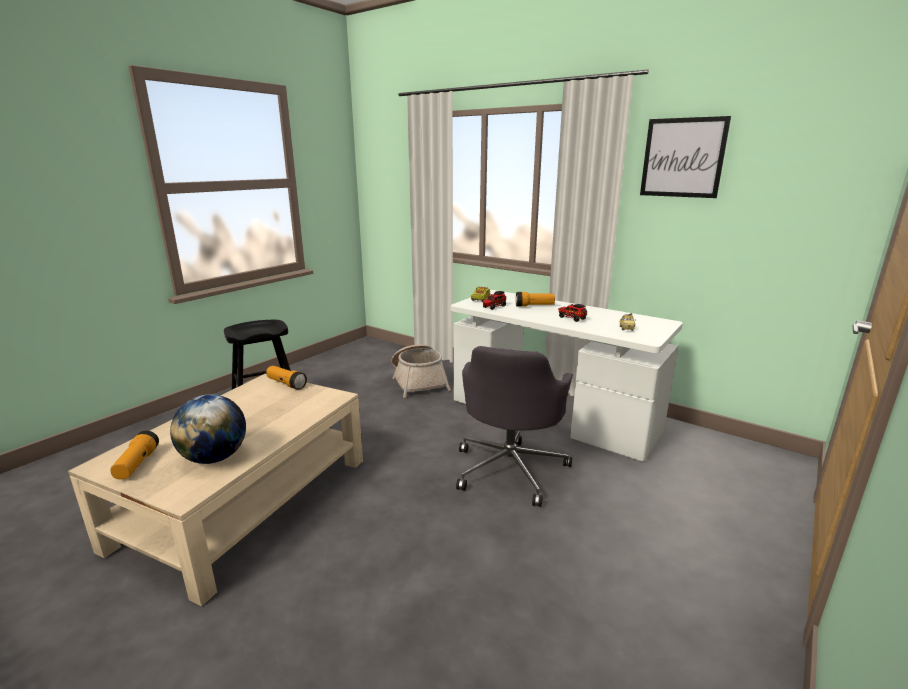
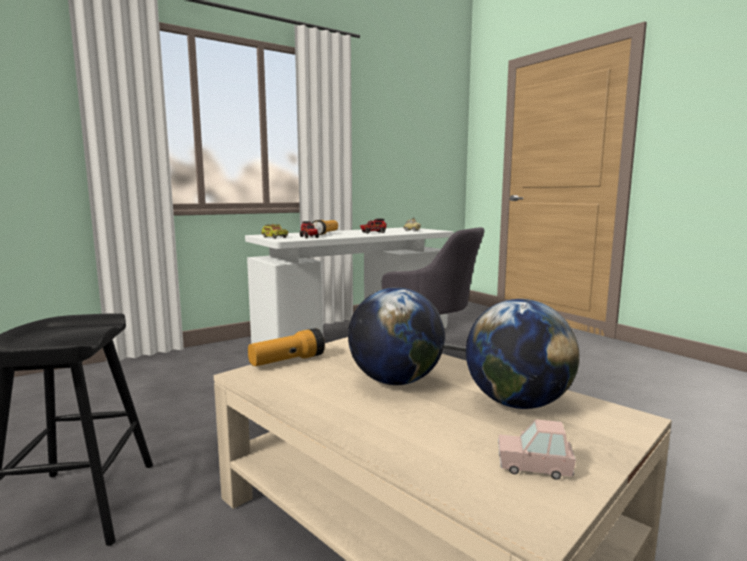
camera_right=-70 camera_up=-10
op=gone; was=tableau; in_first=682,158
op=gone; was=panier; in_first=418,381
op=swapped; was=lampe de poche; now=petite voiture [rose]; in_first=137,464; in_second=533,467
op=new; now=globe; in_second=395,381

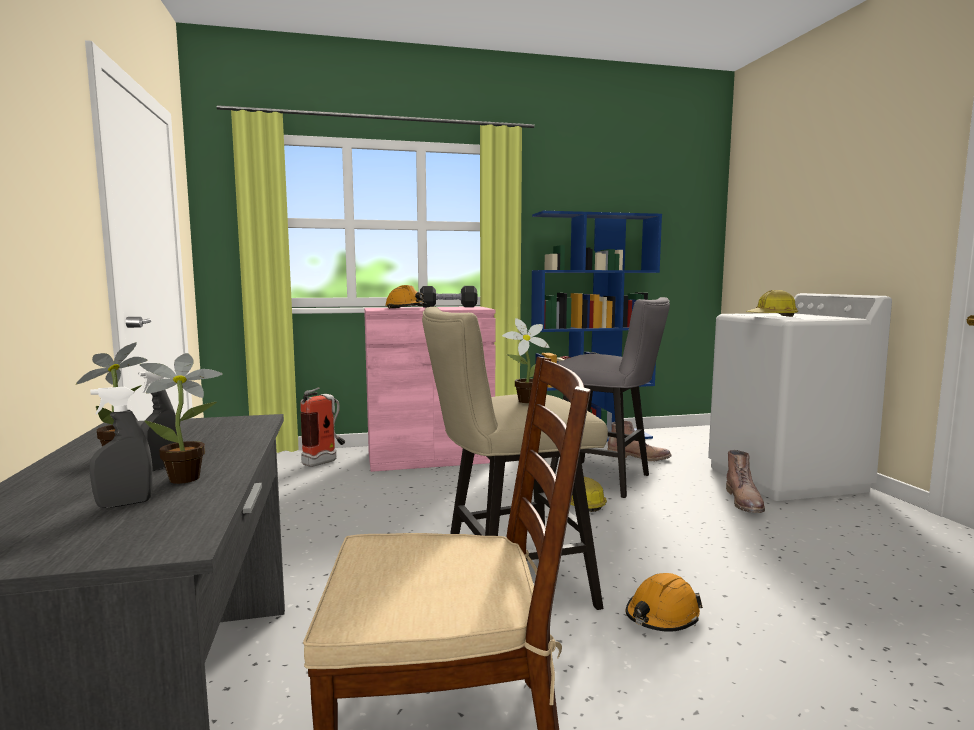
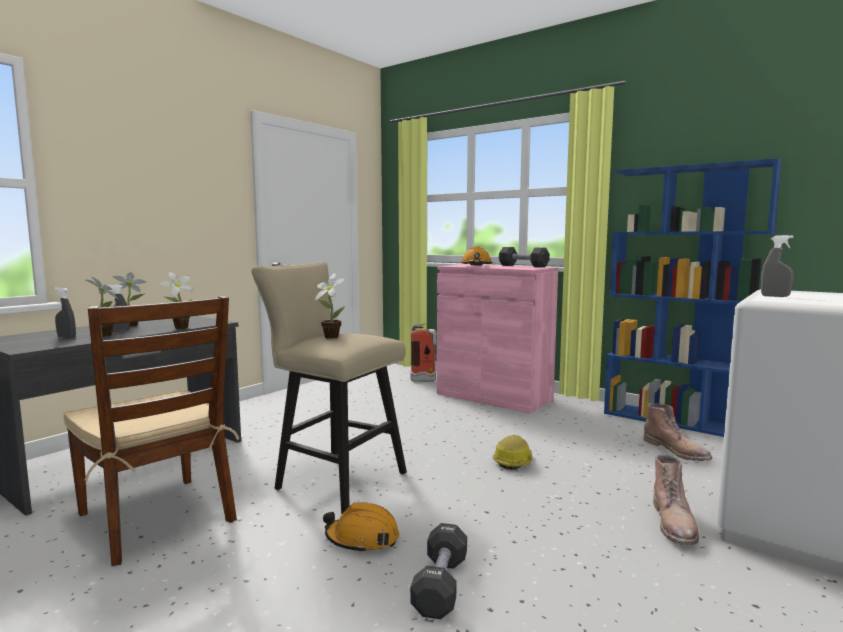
camera_right=50 camera_up=0
op=swapped; was=casque de chantier; now=vaporisateur [gris]; in_first=772,316; in_second=775,296
op=gone; was=tabouret [gris]; in_first=607,480
op=rotated; was=botte [marron]; in_first=745,502; in_second=675,524; clockwise=-45
op=new; now=plante en pot; in_second=179,328
op=new; now=haltère [noir]; in_second=440,585

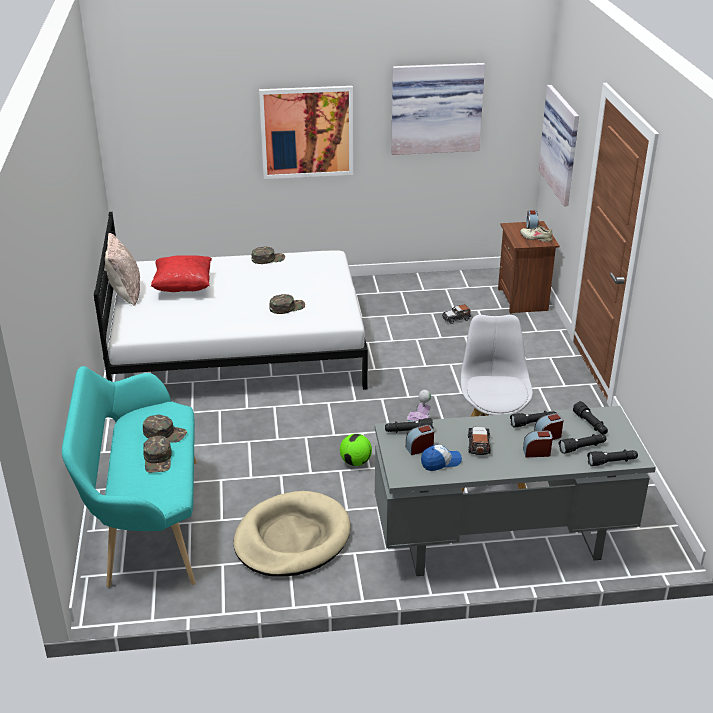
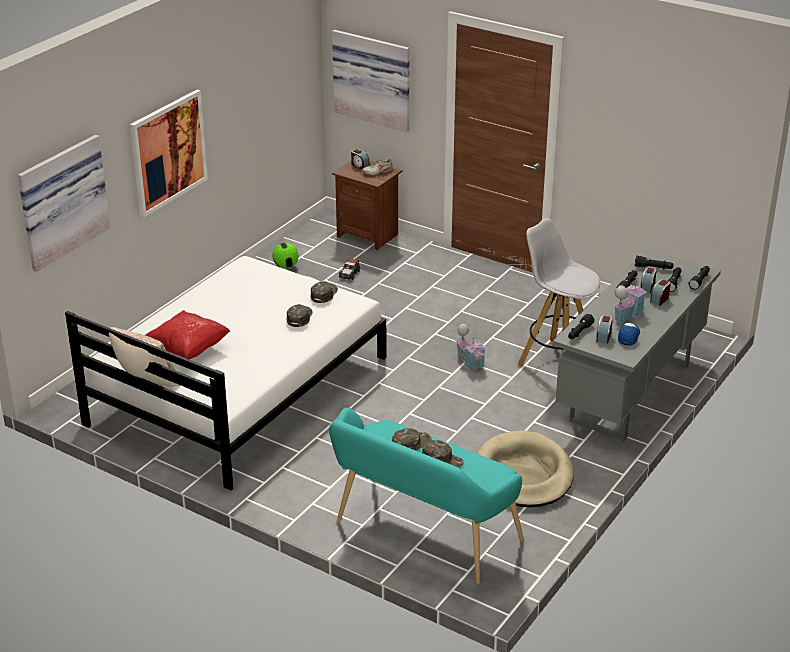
camera_right=-50 camera_up=0
op=shifted; was=tableau; in_first=436,107; in_second=61,201
op=shifted; was=casquette [vert]; in_first=268,259; in_second=323,294
op=swapped; was=petite voiture; now=maison miniature; in_first=478,445; in_second=627,315
op=shifted; was=ballon de foot; in_first=355,462; in_second=286,266

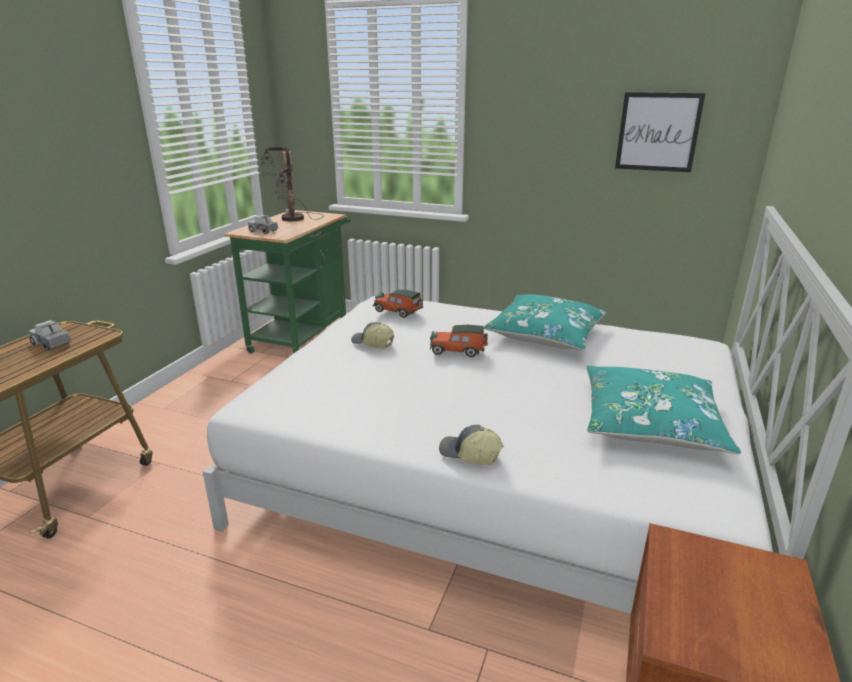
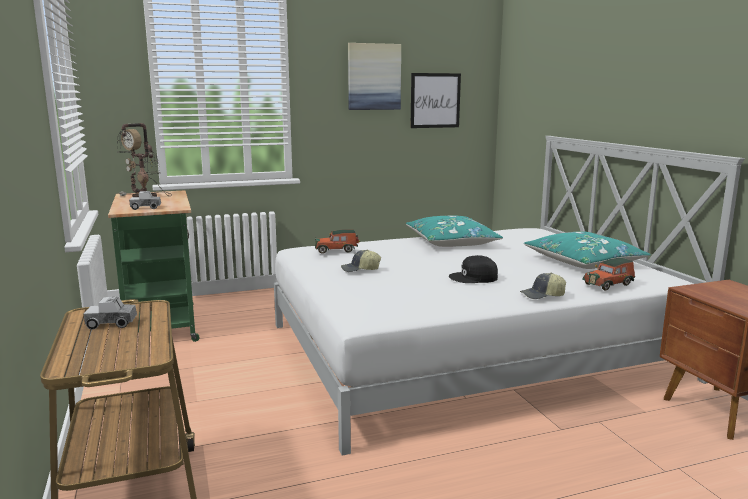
camera_right=-40 camera_up=-10
op=shifted; was=petite voiture; in_first=458,351; in_second=609,284
op=new; now=tableau; in_second=374,77
op=new; now=casquette [noir]; in_second=474,277

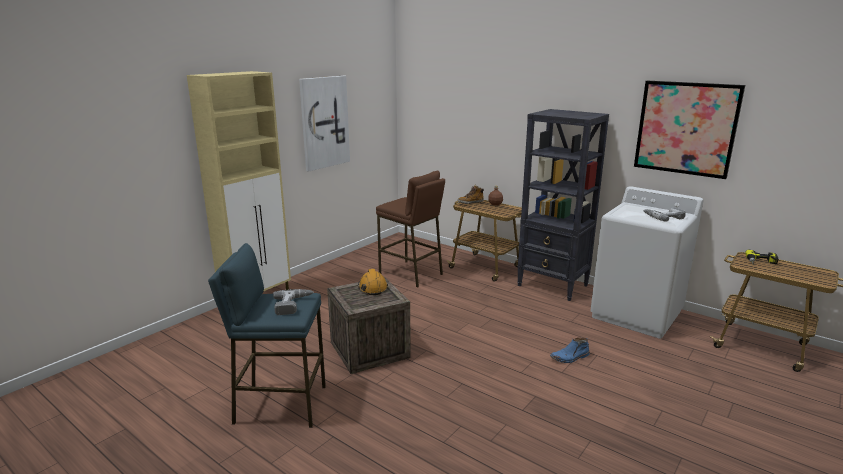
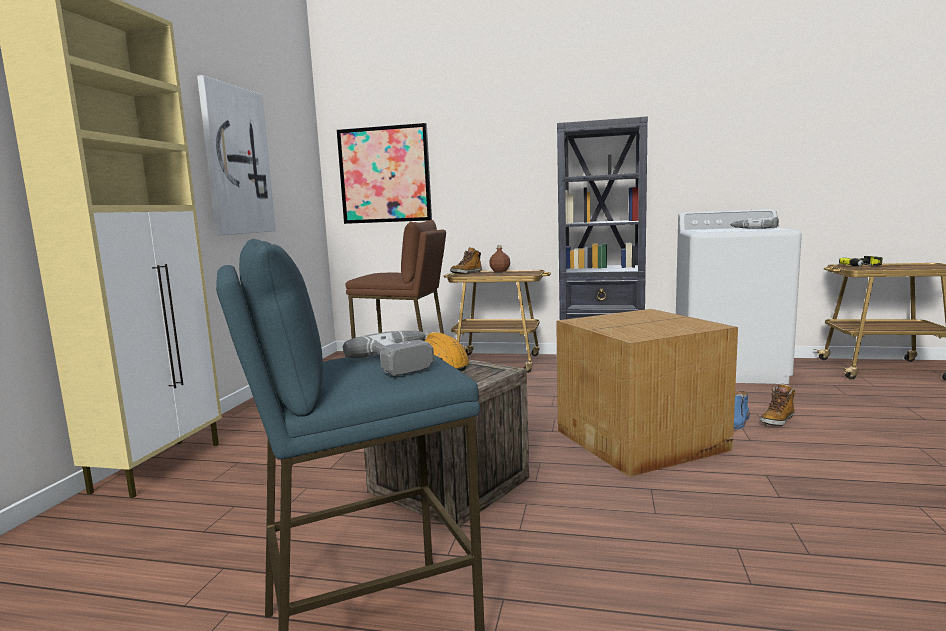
camera_right=-25 camera_up=-10
op=shifted; was=tableau; in_first=686,128; in_second=385,175
op=new; now=carton; in_second=643,440
op=new; now=botte; in_second=777,420

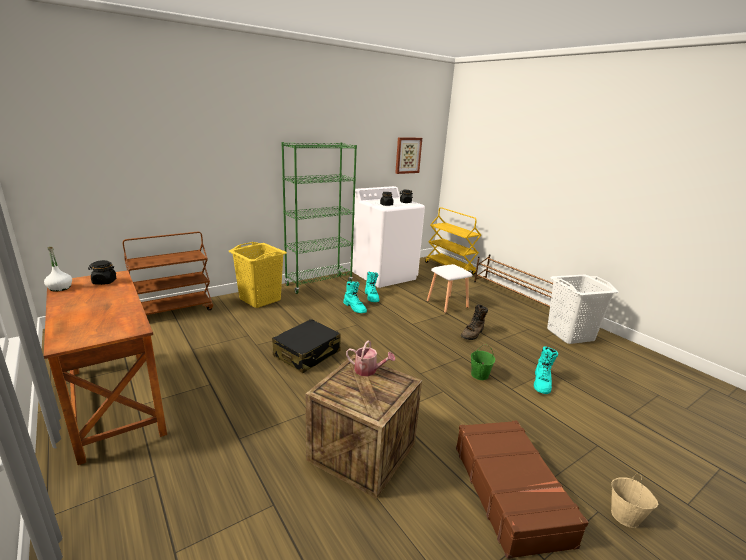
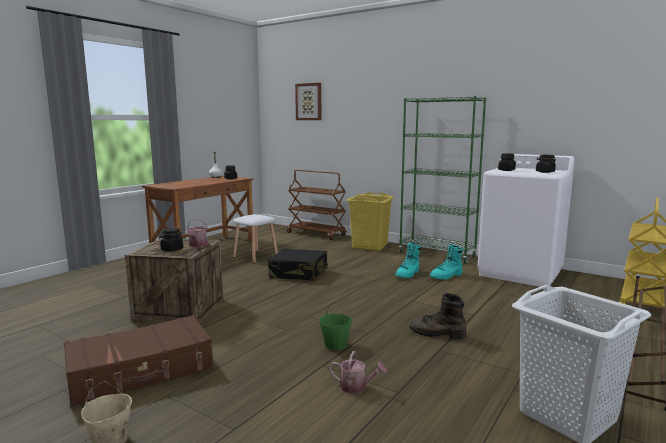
camera_right=70 camera_up=-10
op=shifted; was=tableau; in_first=408,155; in_second=309,102
op=shifted; was=tabouret [blanc]; in_first=448,304; in_second=255,257
op=swapped; was=botte [turquoise]; now=arrosoir; in_first=542,383; in_second=356,387
op=new; now=bocal [noir]; in_second=172,249

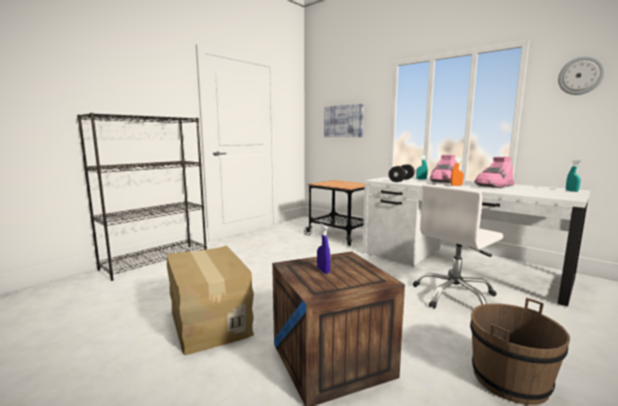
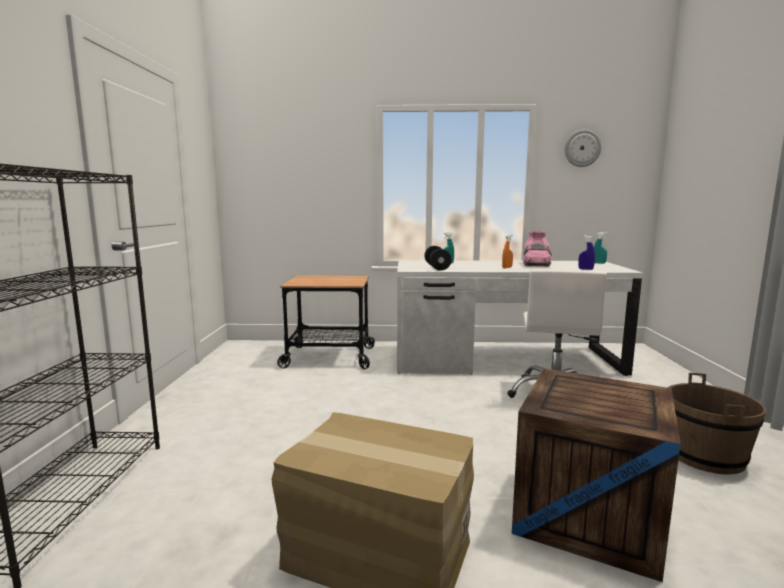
camera_right=-40 camera_up=0
op=gone; was=tableau; in_first=343,121
op=gone; was=botte [rose]; in_first=443,181
op=shifted; was=vaporisateur [bleu]; in_first=323,271; in_second=585,269

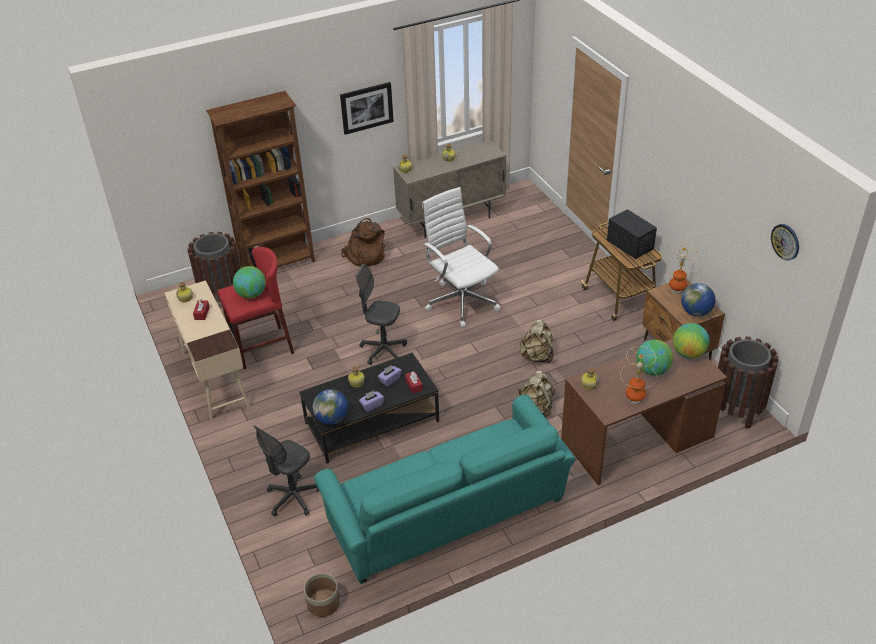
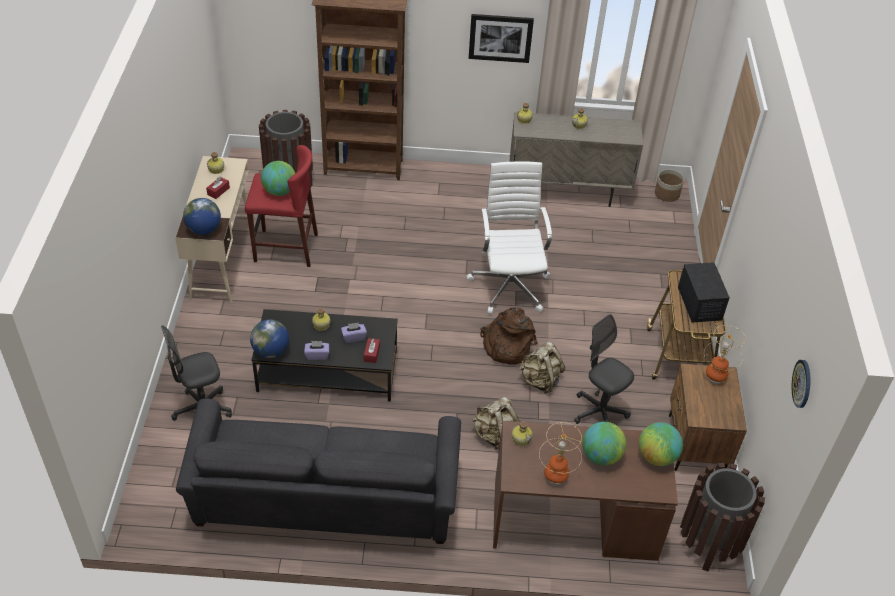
camera_right=25 camera_up=5
op=shifted; was=sac à dos [marron]; in_first=364,256; in_second=506,346
op=shifted; was=chaise de bureau [gris]; in_first=383,350; in_second=599,412
op=shifted; was=globe; in_first=695,312; in_second=204,229
op=repainted; was=canapé [turquoise]; now=canapé [gris]; in_first=448,517; in_second=324,503
op=shifted; was=cache-pot; in_first=323,603; in_second=666,194

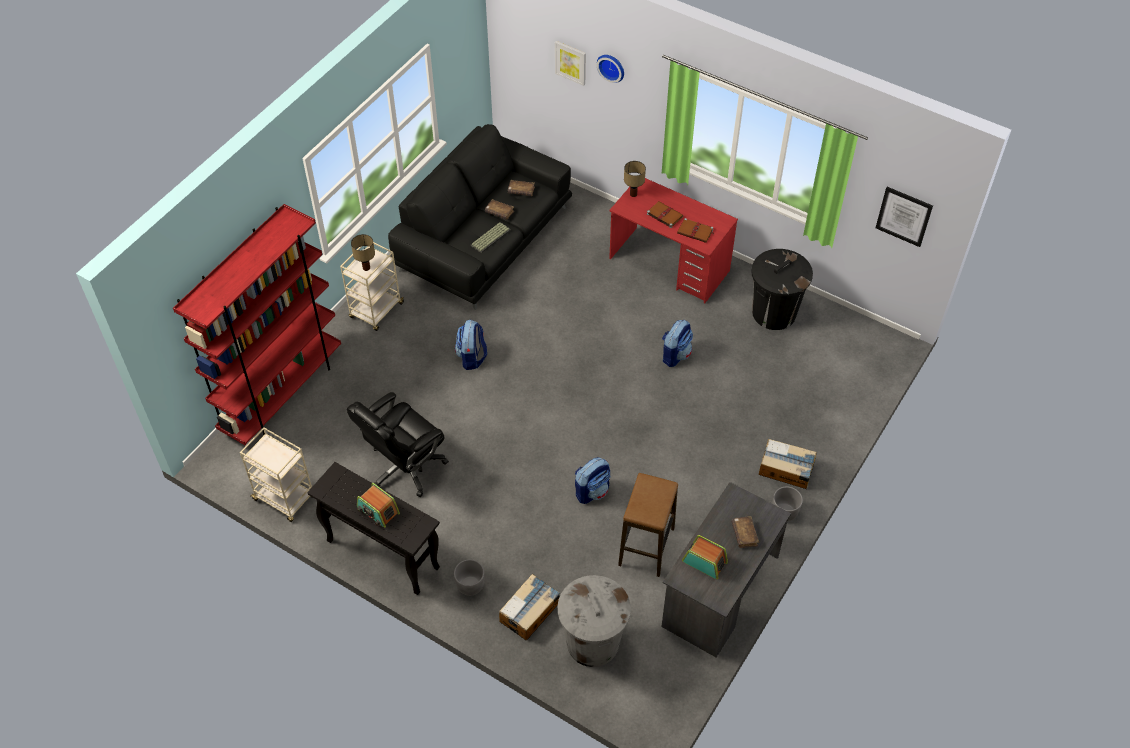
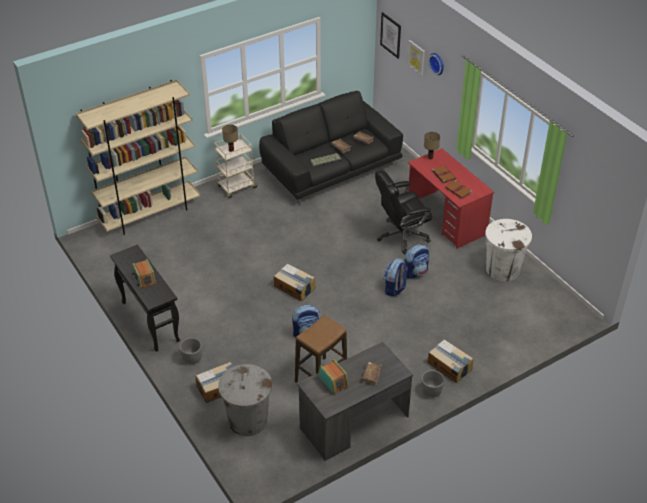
camera_right=25 camera_up=-10
op=shifted; was=tableau; in_first=904,216; in_second=391,35
op=repainted; was=bibliothèque [rouge]; now=bibliothèque [beige]; in_first=282,393; in_second=150,214
op=repainted; was=poubelle [noir]; now=poubelle [blanc]; in_first=773,313; in_second=502,269
op=shifted; was=sac à dos; in_first=472,357; in_second=395,288
op=shifted; was=chaise de bureau [noir]; in_first=405,467; in_second=401,236
op=gone; was=chariot [beige]; in_first=285,498
op=new; now=carton; in_second=294,287

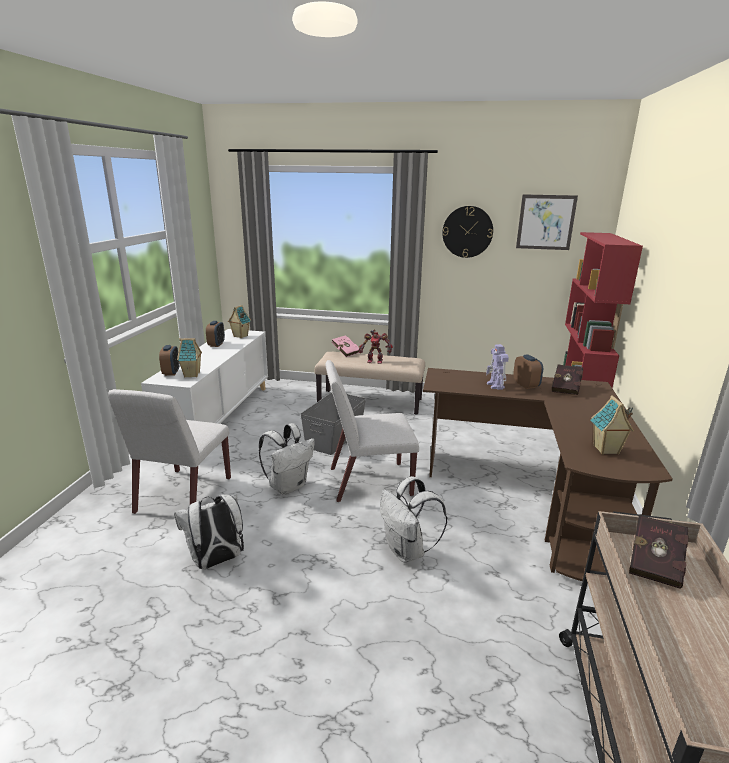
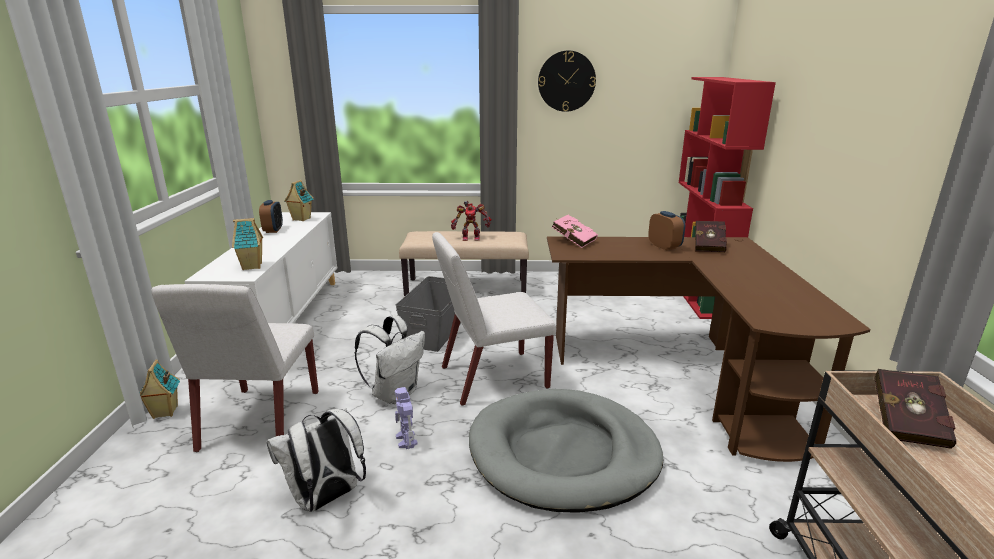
camera_right=-10 camera_up=0
op=gone; was=tableau; in_first=545,222
op=shifted; was=livre [rose]; in_first=345,352; in_second=572,241
op=shifted; was=robot jouet; in_first=495,386; in_second=406,440
op=gone; was=réveil; in_first=171,372
op=shifted; was=maison miniature; in_first=606,450; in_second=164,412
op=swapped; was=sac à dos [blanc]; now=panier pour chien [gris]; in_first=407,551; in_second=563,453

